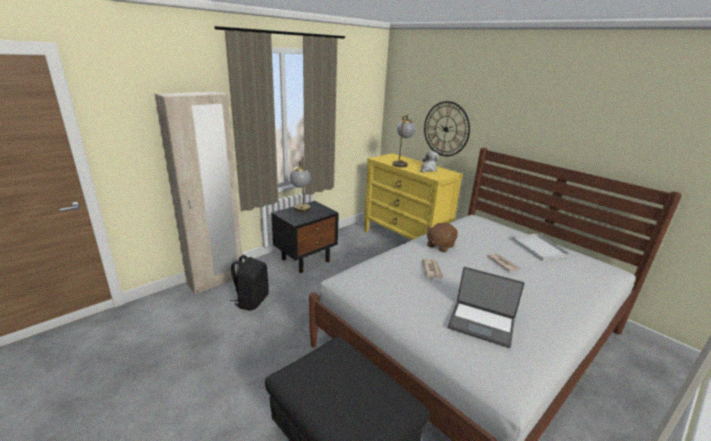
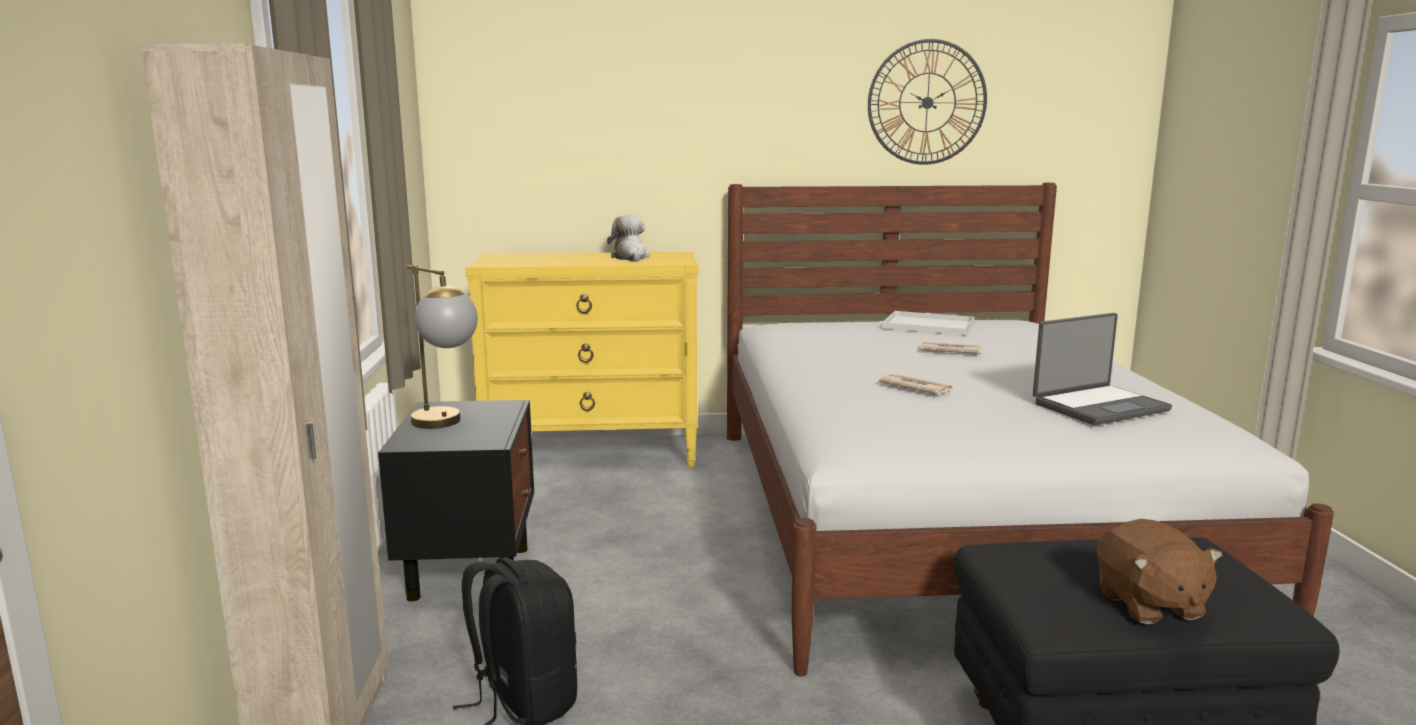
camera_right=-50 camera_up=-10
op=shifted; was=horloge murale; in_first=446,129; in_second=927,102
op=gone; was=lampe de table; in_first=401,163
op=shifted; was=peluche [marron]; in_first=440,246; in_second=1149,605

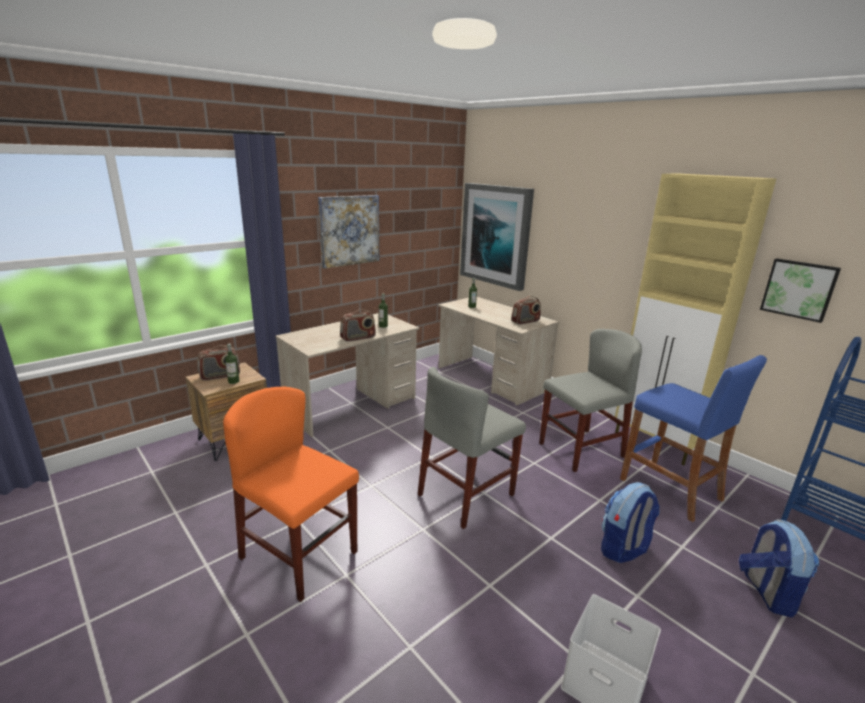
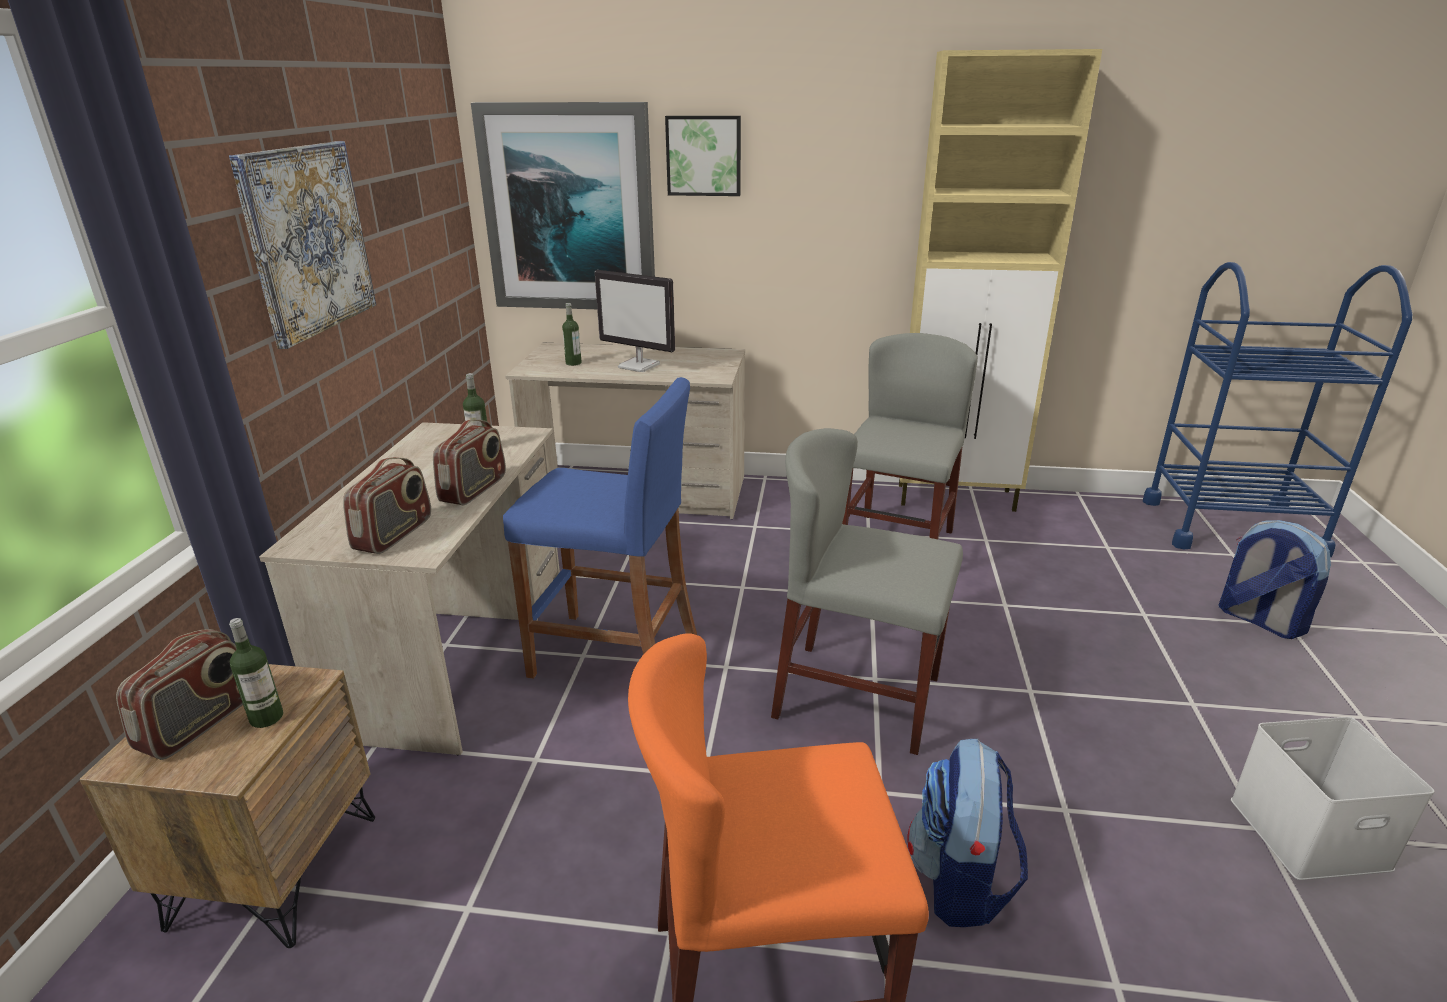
camera_right=-40 camera_up=5
op=shifted; was=tableau; in_first=799,289; in_second=704,155
op=shifted; was=radio; in_first=525,321; in_second=394,534
op=shifted; was=tabouret [bleu]; in_first=671,489; in_second=615,655
op=rotated; was=chaise [gris]; in_first=466,494; in_second=857,696; clockwise=105
op=shifted; was=sac à dos; in_first=623,548; in_second=960,881
op=new; now=écran d'ordinateur; in_second=639,366

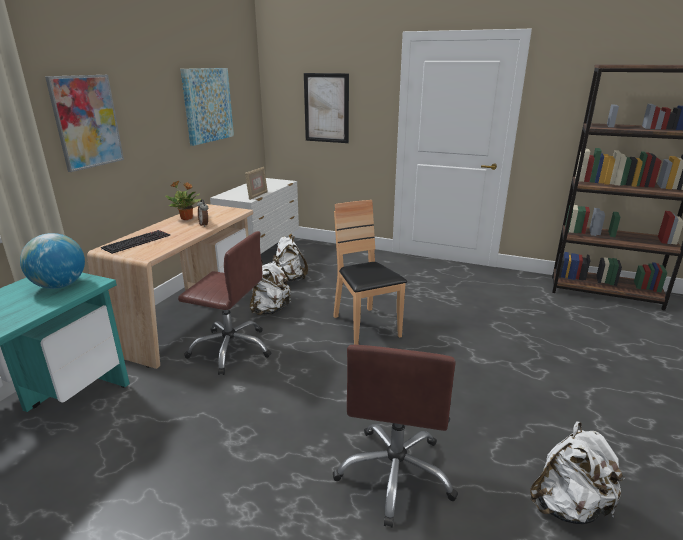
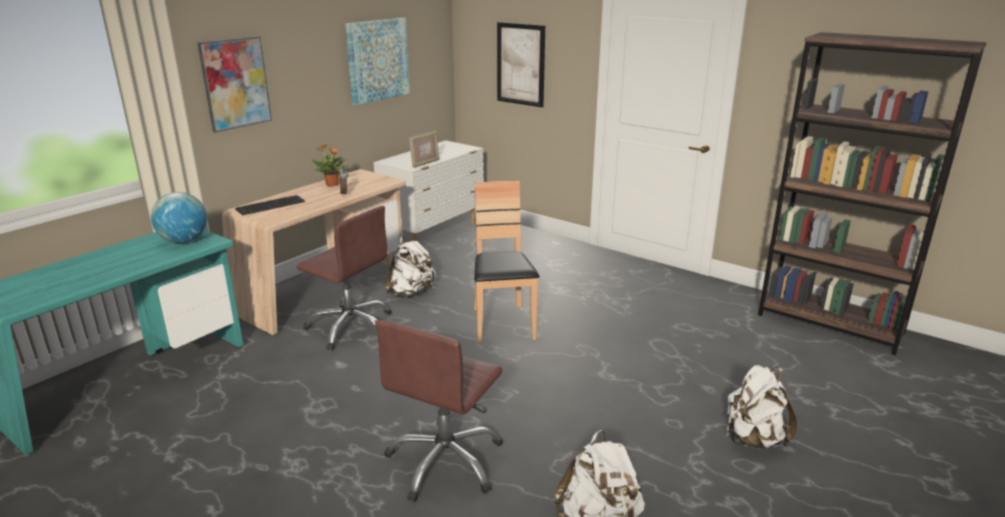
camera_right=15 camera_up=0
op=shifted; was=sac à dos [blanc]; in_first=288,279; in_second=753,439

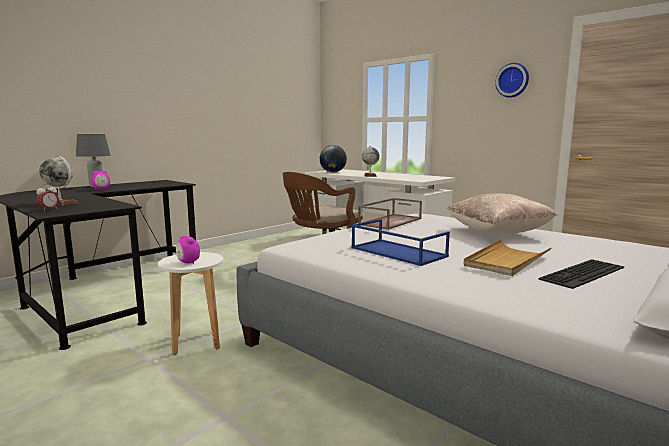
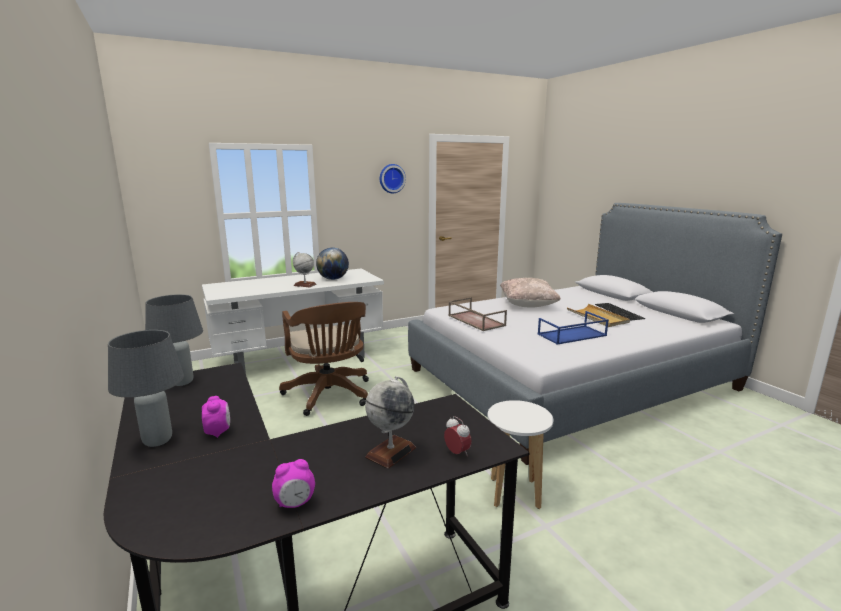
camera_right=-70 camera_up=5
op=shifted; was=globe; in_first=333,172; in_second=333,279
op=shifted; was=réveil; in_first=188,262; in_second=295,503
op=new; now=lampe de table [gris]; in_second=181,382

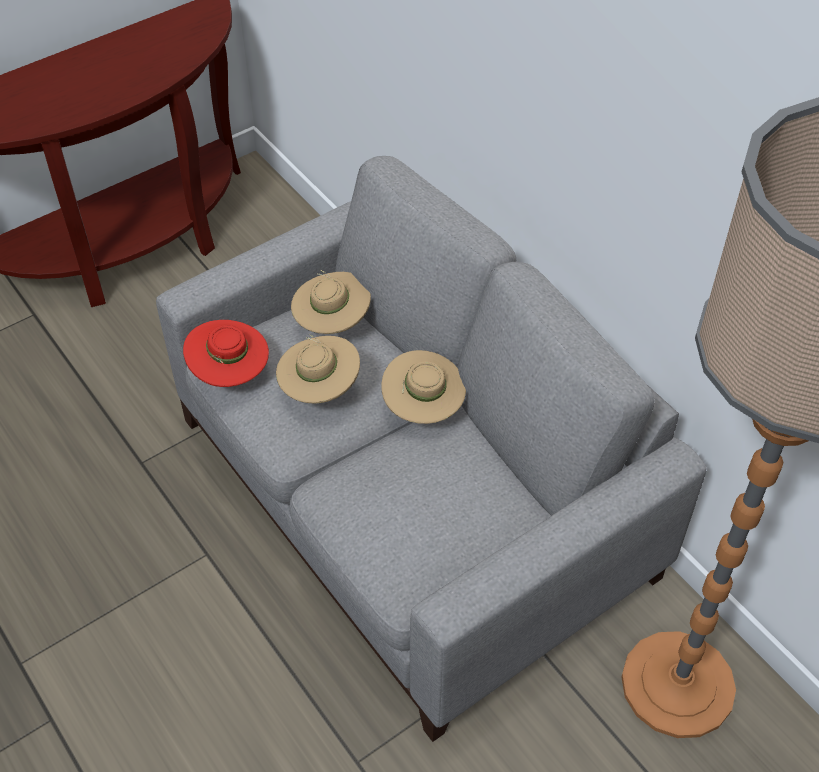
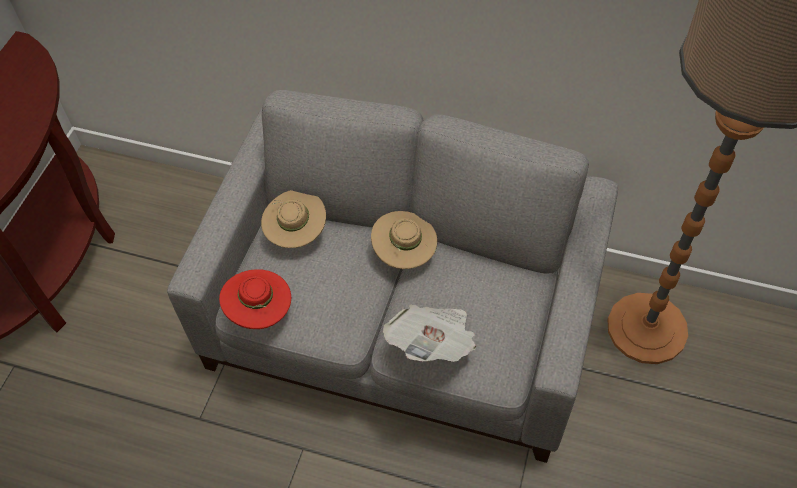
camera_right=-35 camera_up=5
op=gone; was=chapeau [beige]; in_first=319,389
op=new; now=journal; in_second=433,343

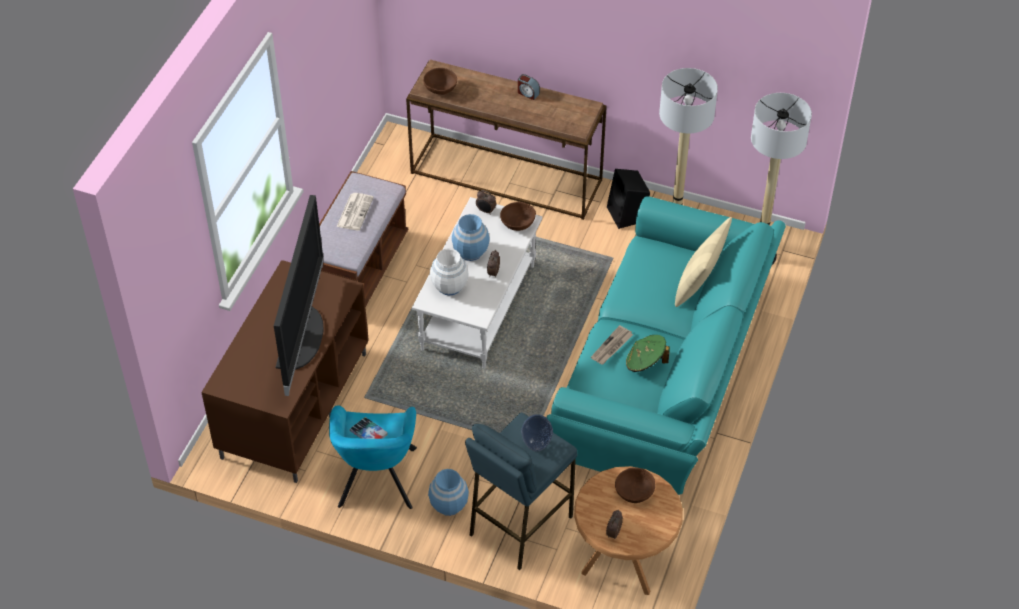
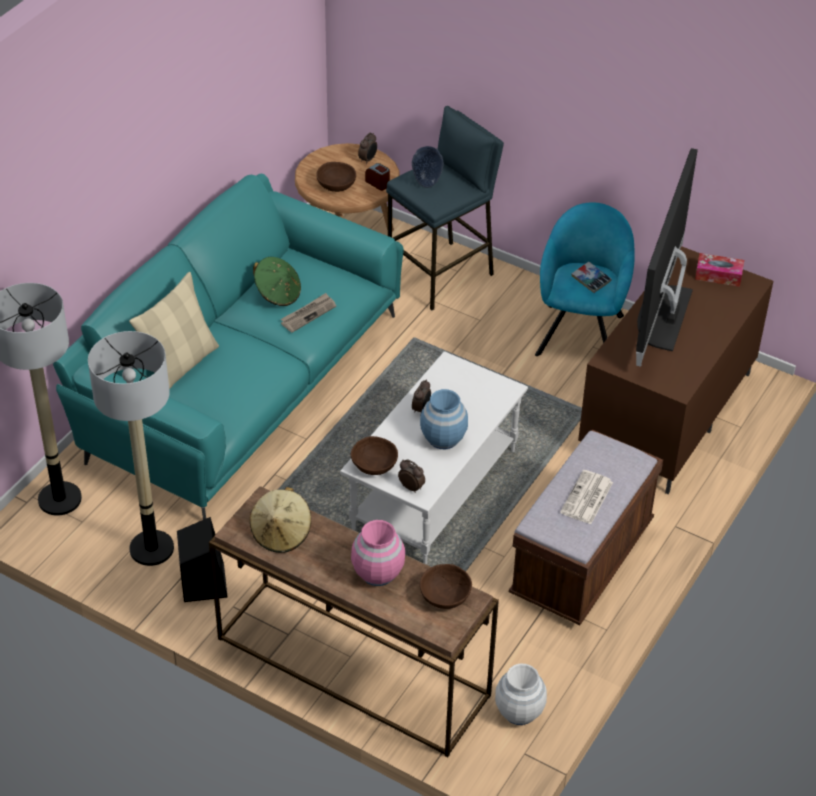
camera_right=-170 camera_up=-5
op=shifted; was=réveil; in_first=528,93; in_second=378,183
op=shifted; was=vase [blanc]; in_first=450,286; in_second=519,711
op=gone; was=vase [bleu]; in_first=448,505
op=new; now=boîte à mouchoirs; in_second=718,275
op=new; now=chapeau [beige]; in_second=281,533
op=new; now=vase [rose]; in_second=378,573

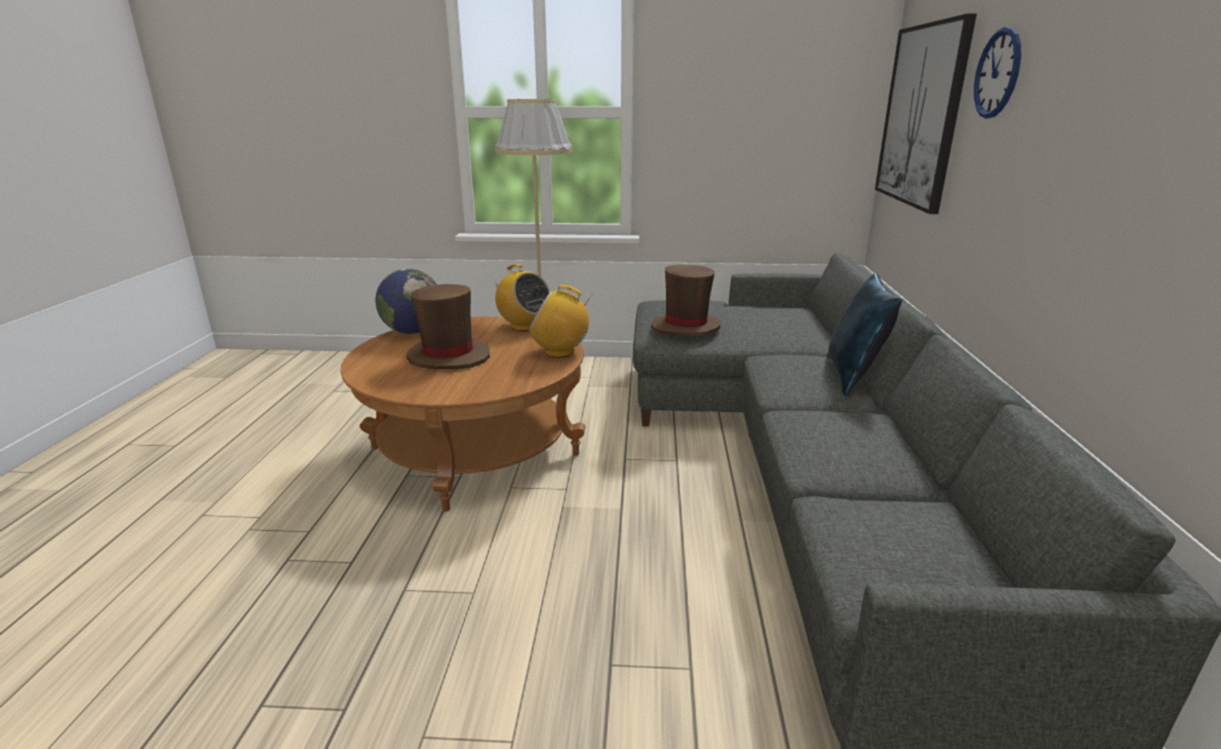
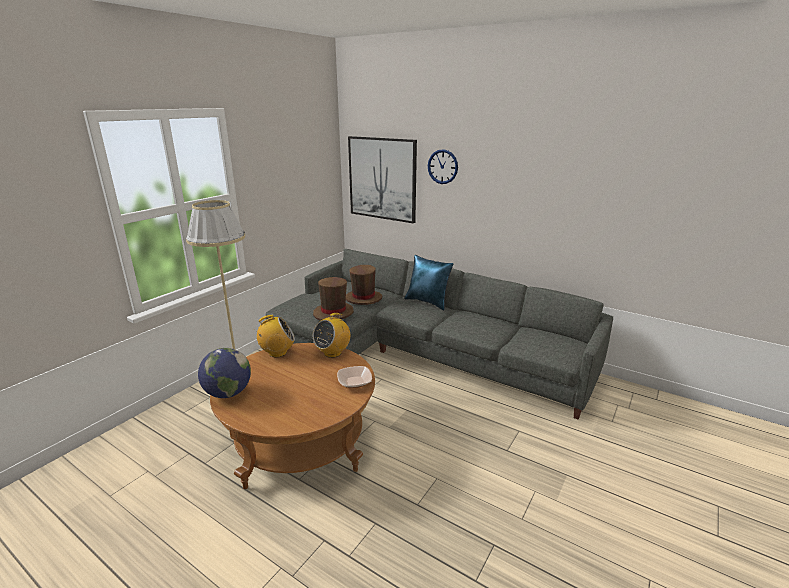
camera_right=-60 camera_up=0
op=shifted; was=chapeau [marron]; in_first=449,357; in_second=363,298
op=new; now=bol; in_second=354,382

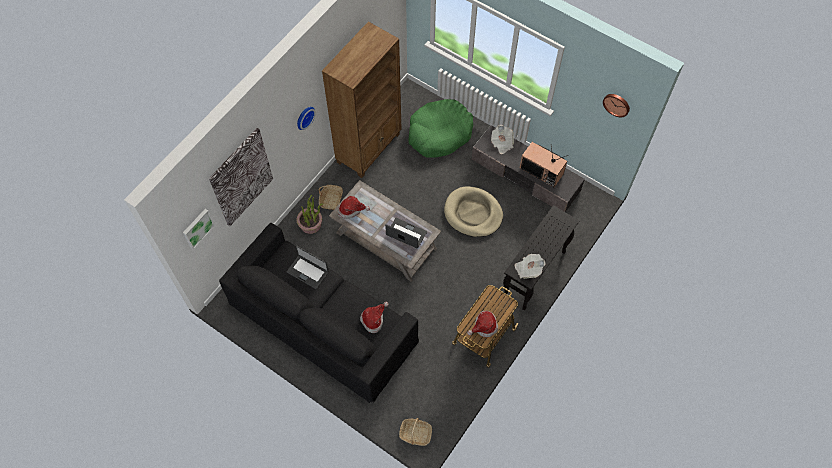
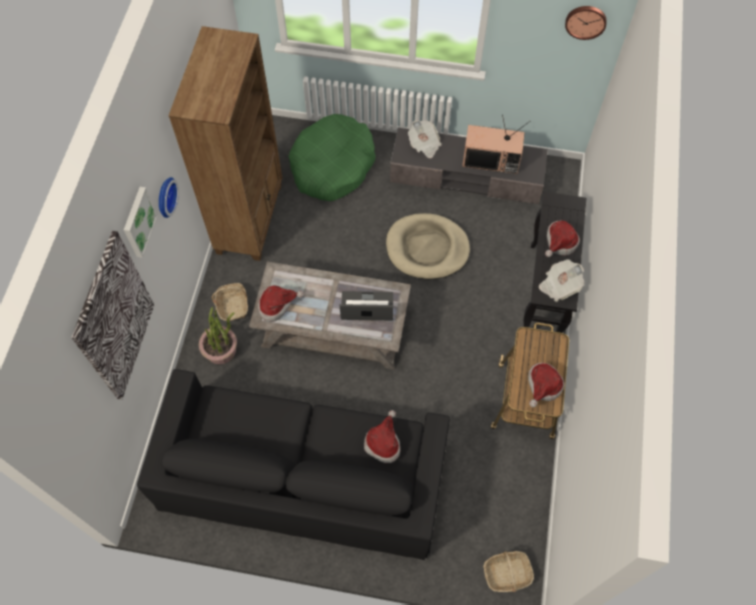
camera_right=-25 camera_up=0
op=shifted; was=tableau; in_first=197,228; in_second=138,222
op=gone; was=ordinateur portable; in_first=308,271
op=new; now=chapeau; in_second=559,243

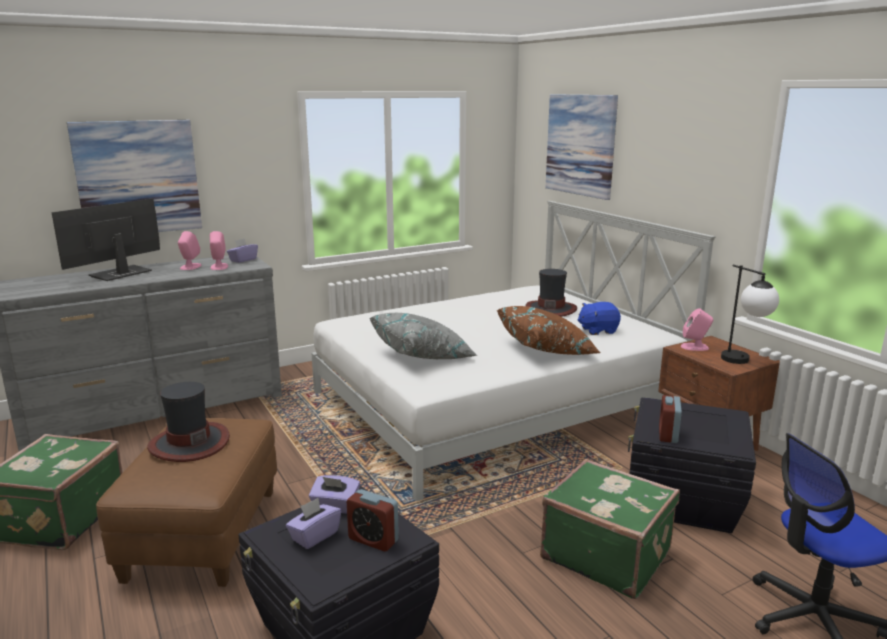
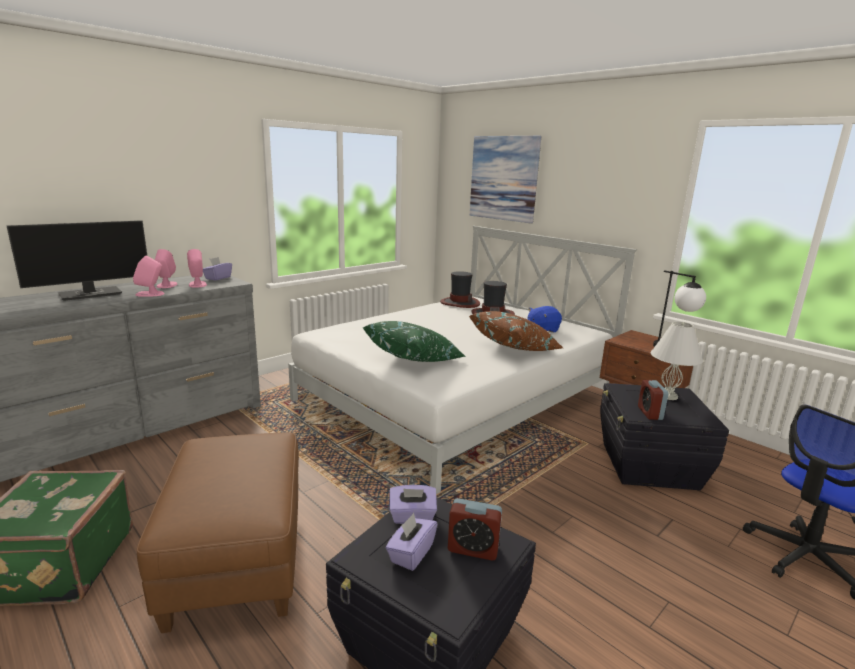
camera_right=-15 camera_up=0
op=gone; was=tableau; in_first=138,178
op=rotated; was=écran d'ordinateur; in_first=120,274; in_second=91,294; clockwise=-150
op=shifted; was=enceinte [rose]; in_first=695,347; in_second=150,294
op=repainted; was=coussin [gris]; now=coussin [vert]; in_first=423,355; in_second=414,359
op=shifted; was=chapeau; in_first=189,443; in_second=459,303
op=gone; was=valise [vert]; in_first=606,554
op=new; now=lampe de table [blanc]; in_second=668,396

